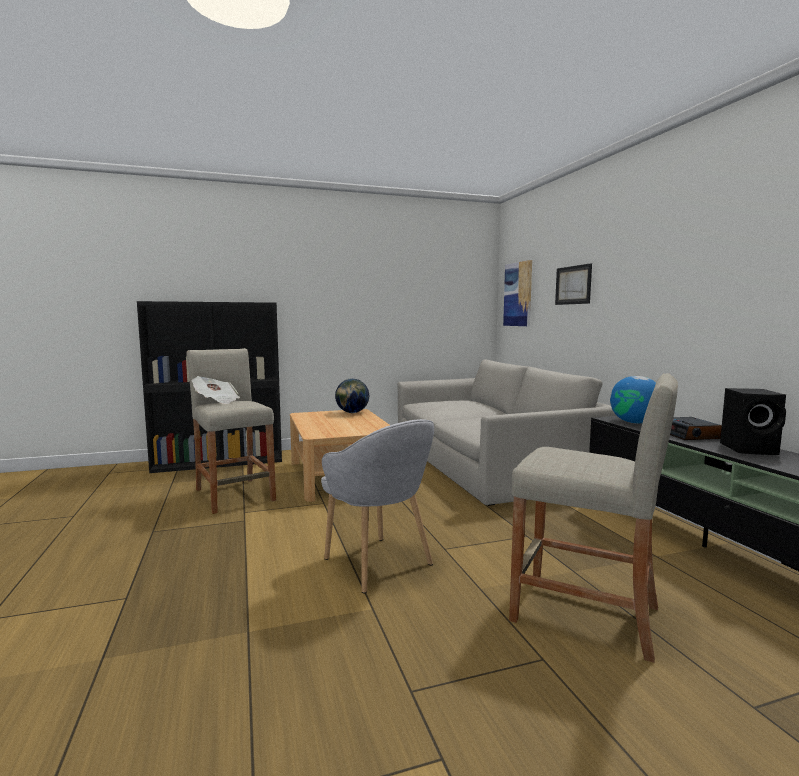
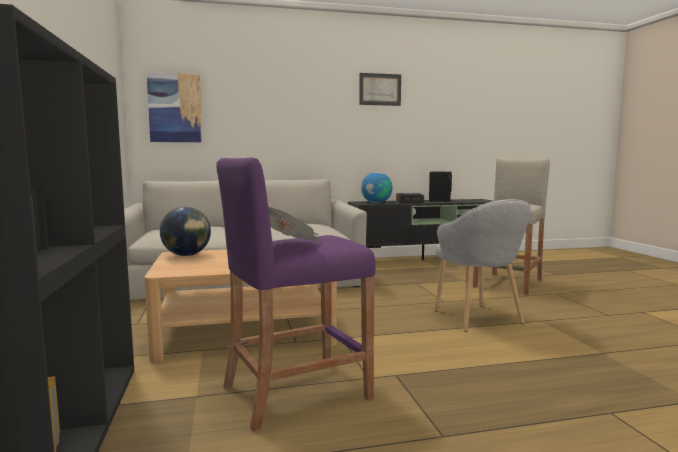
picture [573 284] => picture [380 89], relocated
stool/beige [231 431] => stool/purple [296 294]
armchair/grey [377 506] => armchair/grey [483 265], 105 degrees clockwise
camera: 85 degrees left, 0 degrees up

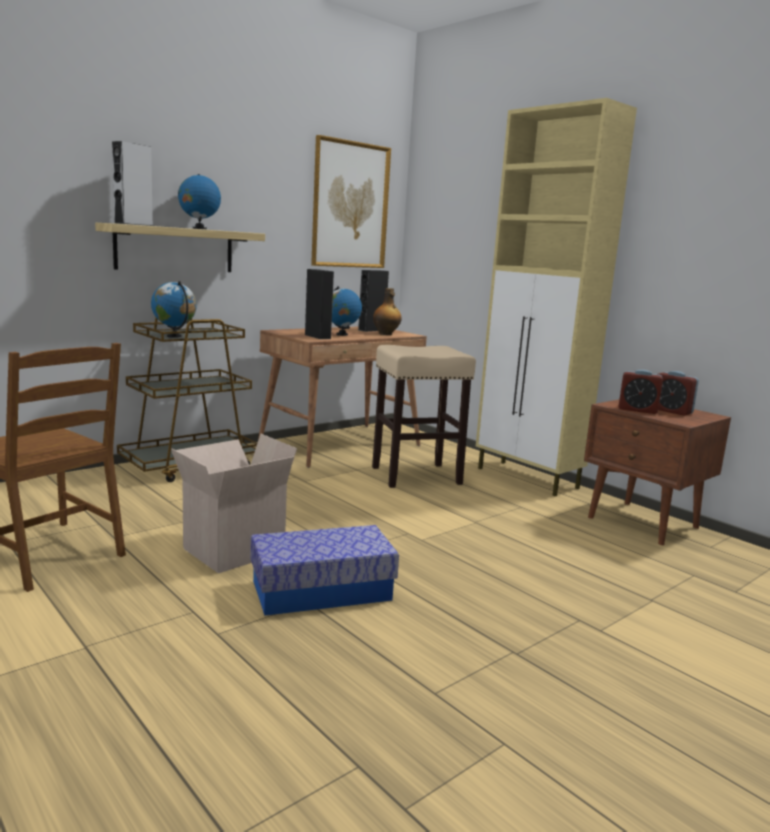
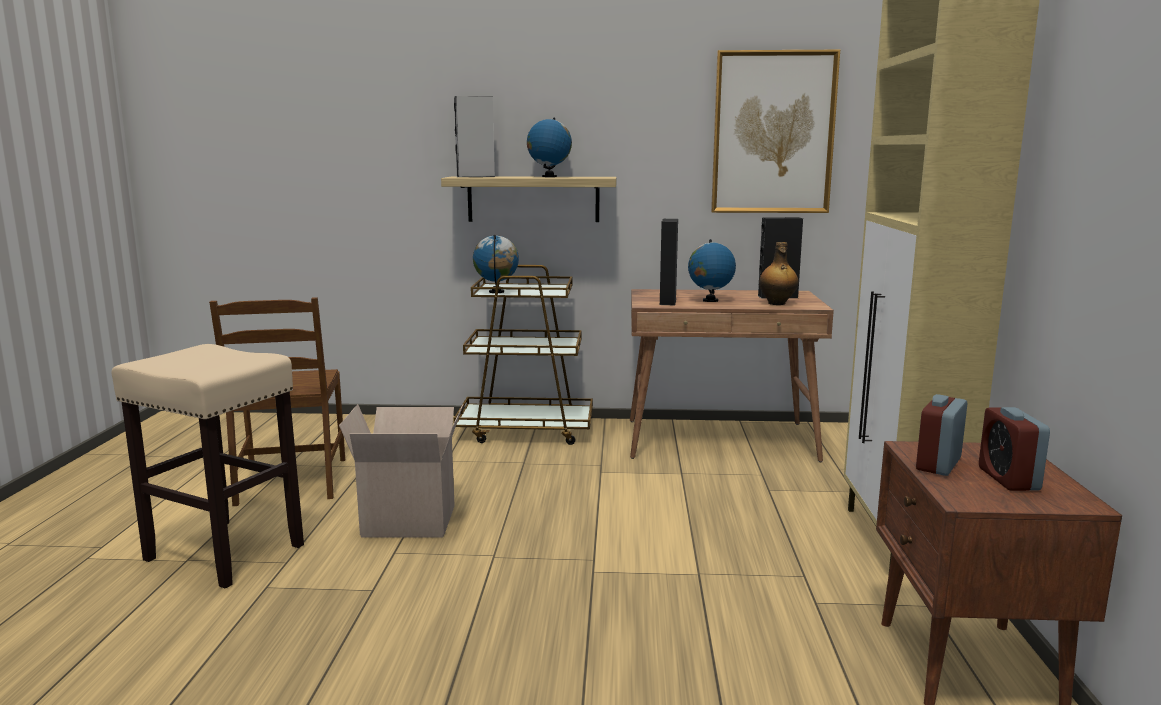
stool/beige [424 416] => stool/beige [208 466], relocated
alarm clock [640 392] => alarm clock [941 435], 60 degrees clockwise
storage box [324 570] => nothing
camera: 45 degrees right, 0 degrees up

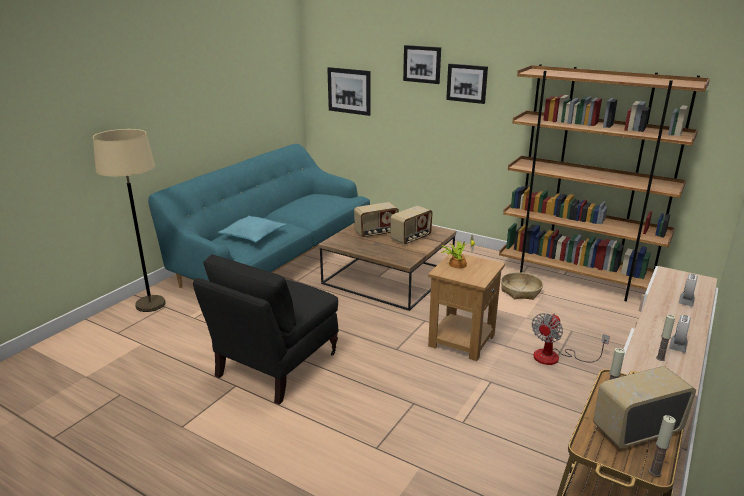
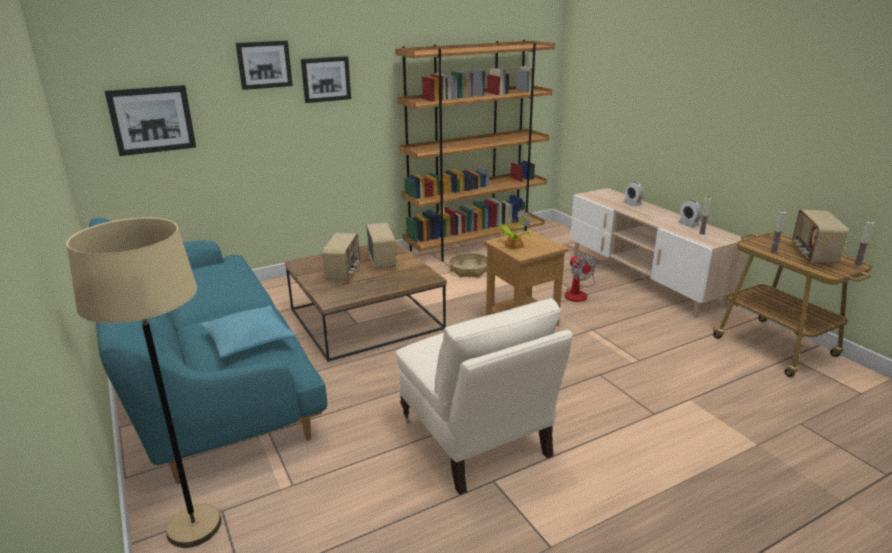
armchair/black [266 329] => armchair/beige [484 396]
camera: 60 degrees left, 0 degrees up

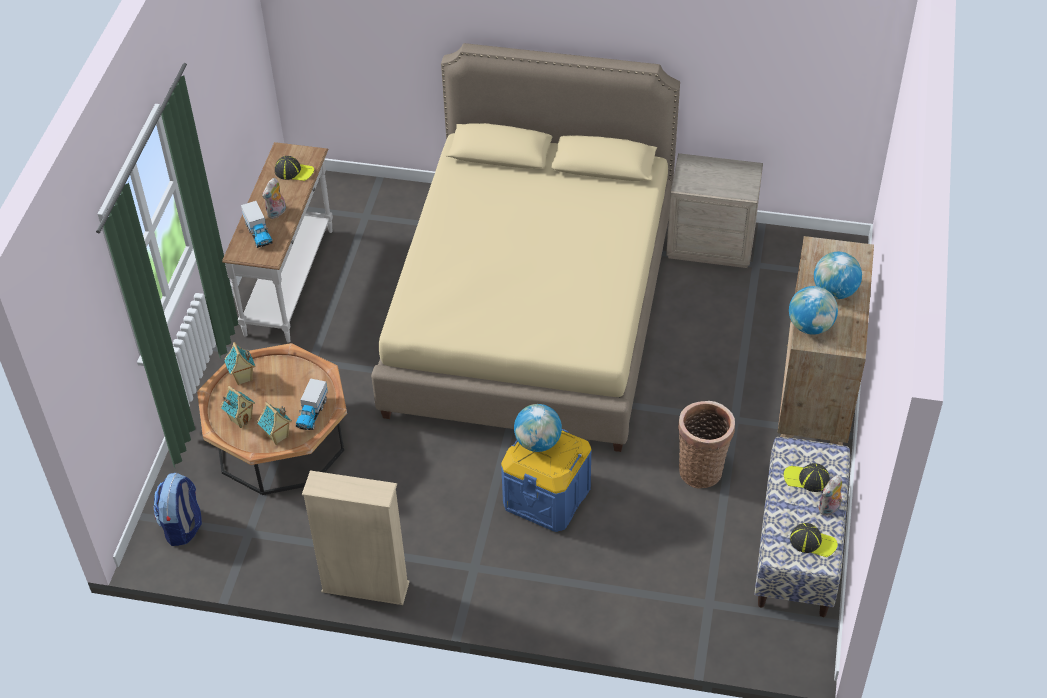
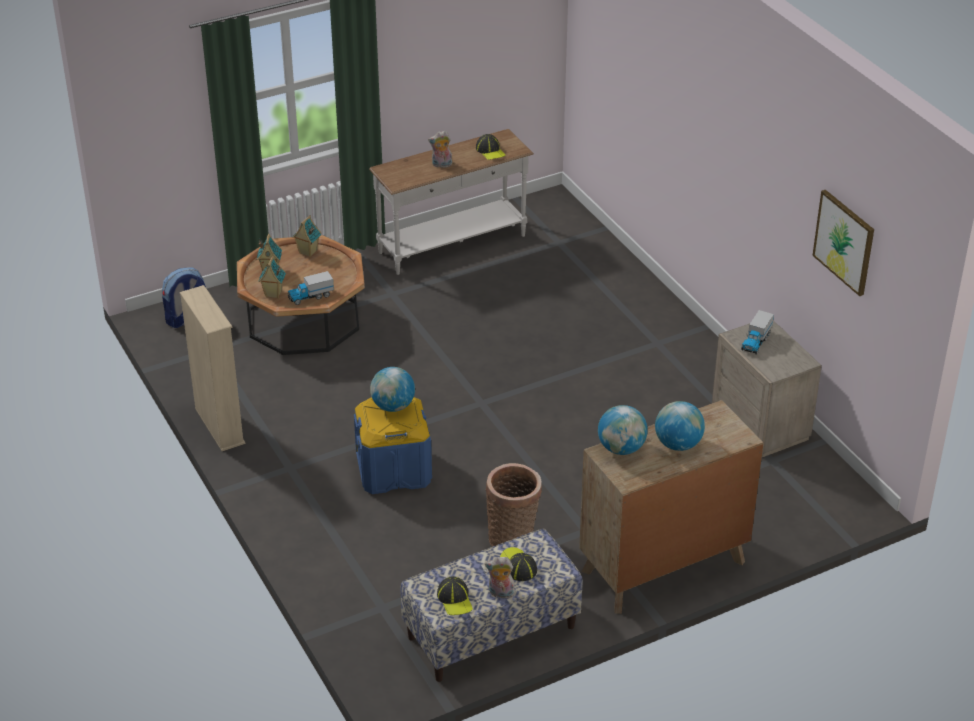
bed/beige [525 247] => nothing
toy truck [257 224] => toy truck [757 332], relocated
nothing => picture [843 243]
camera: 50 degrees right, 10 degrees down

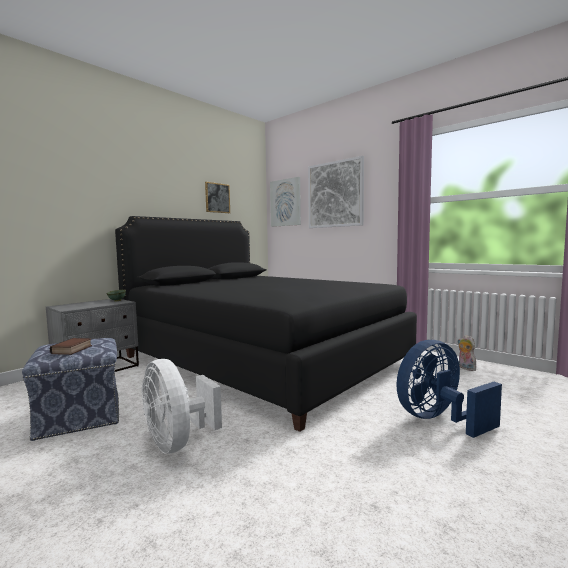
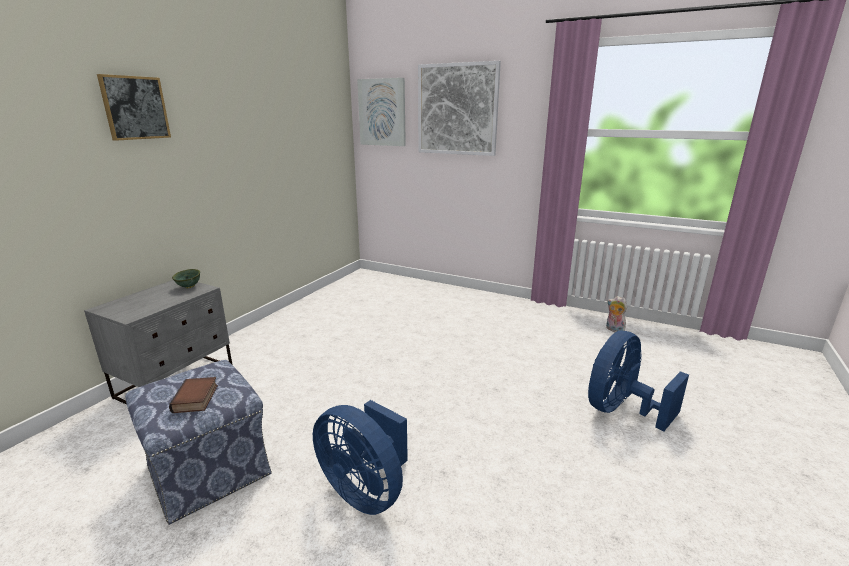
picture [217 197] => picture [134 107], relocated
bed/black [266 324] => nothing
fan/white [181 406] => fan/blue [360 457]
camera: 15 degrees left, 15 degrees up

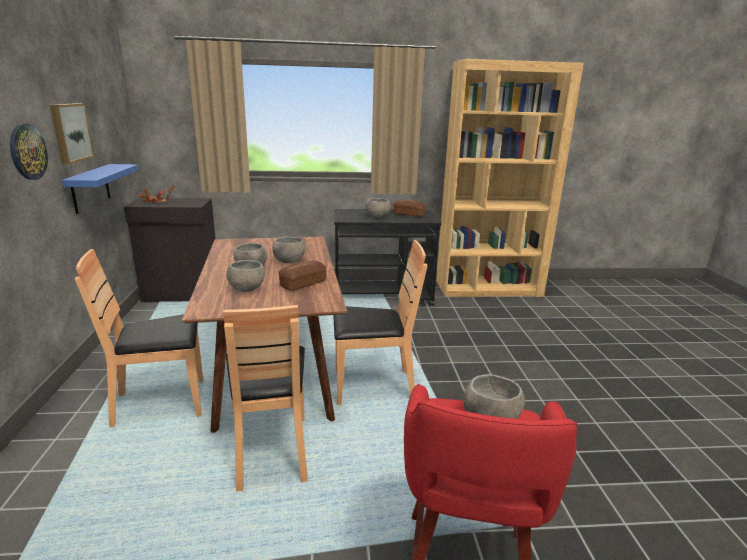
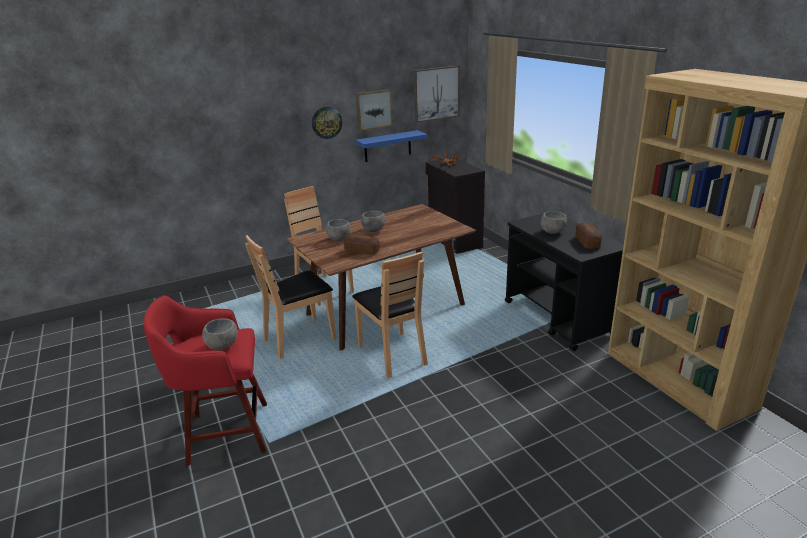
bowl/grey [288 250] => nothing
nothing => picture [437 94]
camera: 70 degrees right, 5 degrees up

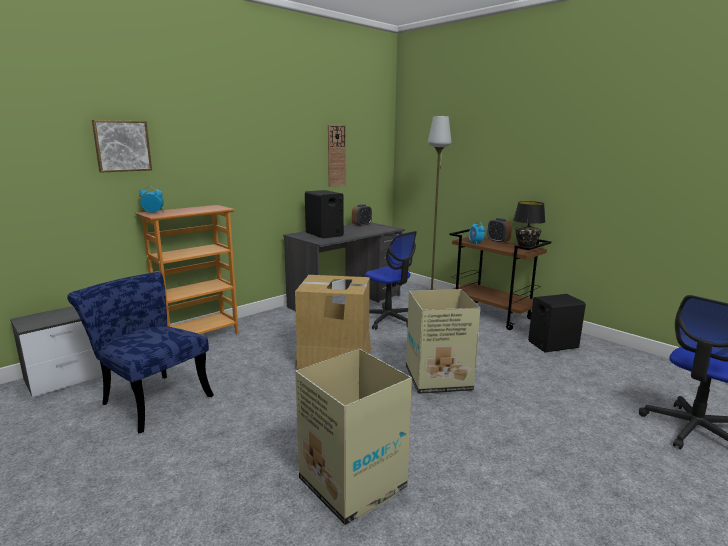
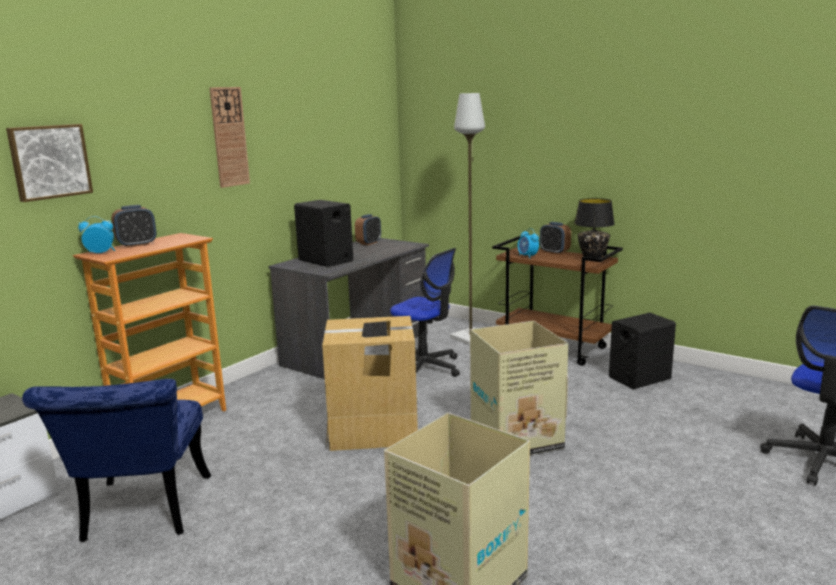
wall clock [337 156] => wall clock [230 137], relocated
chair/blue [140 352] => chair/blue [116 460], 120 degrees counterclockwise
nothing => alarm clock [133 226]
camera: 10 degrees left, 0 degrees up

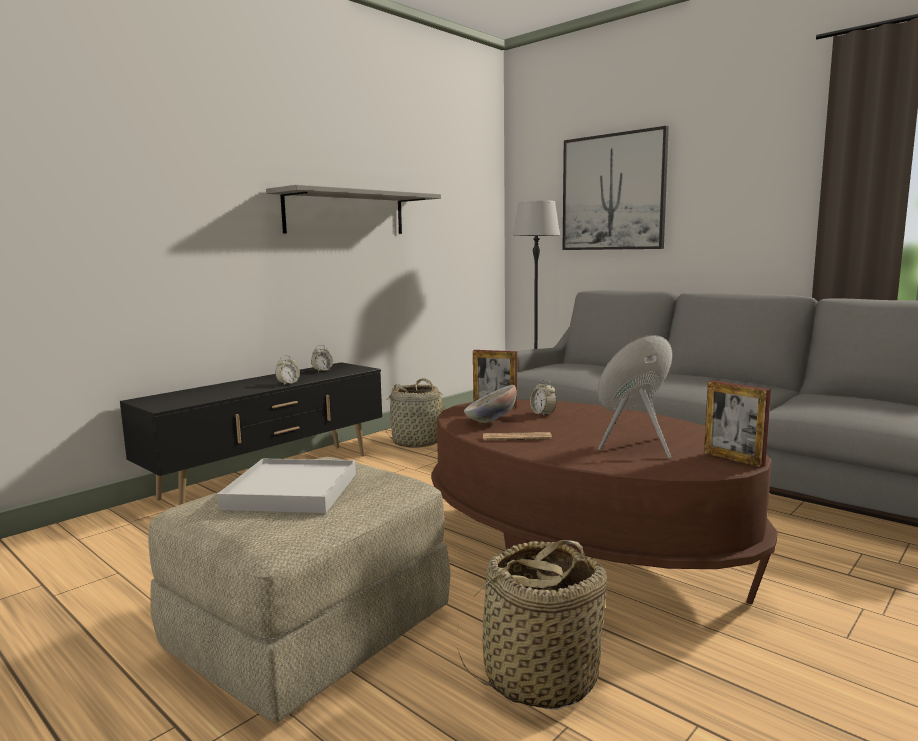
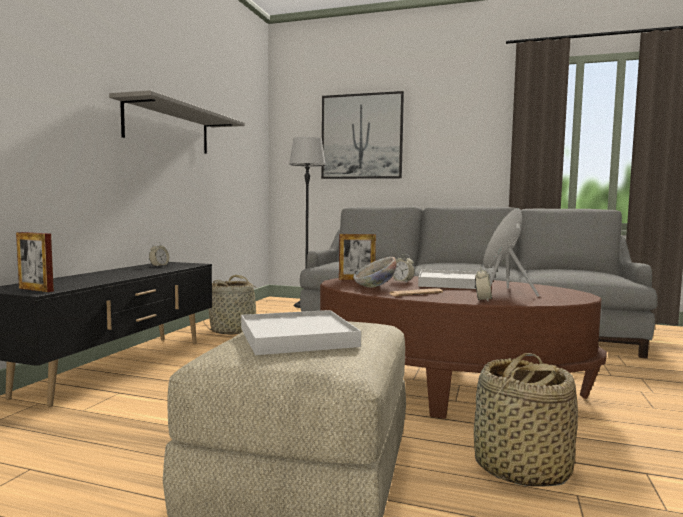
alarm clock [287 370] => alarm clock [483 283], relocated
picture frame [737 424] => picture frame [35 262], relocated
nothing => tray/white [447 279]
camera: 25 degrees left, 5 degrees down

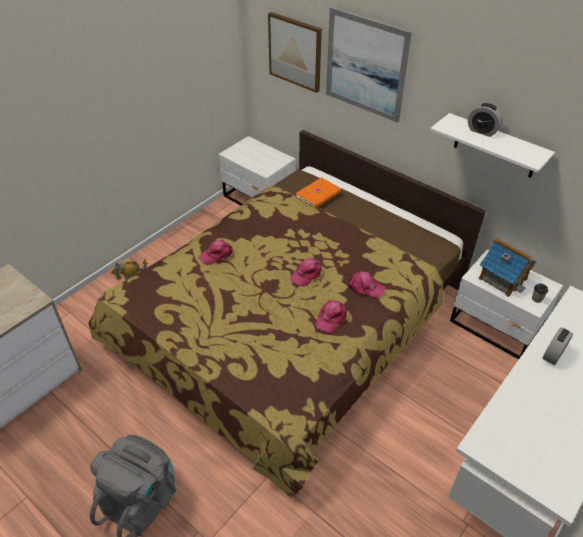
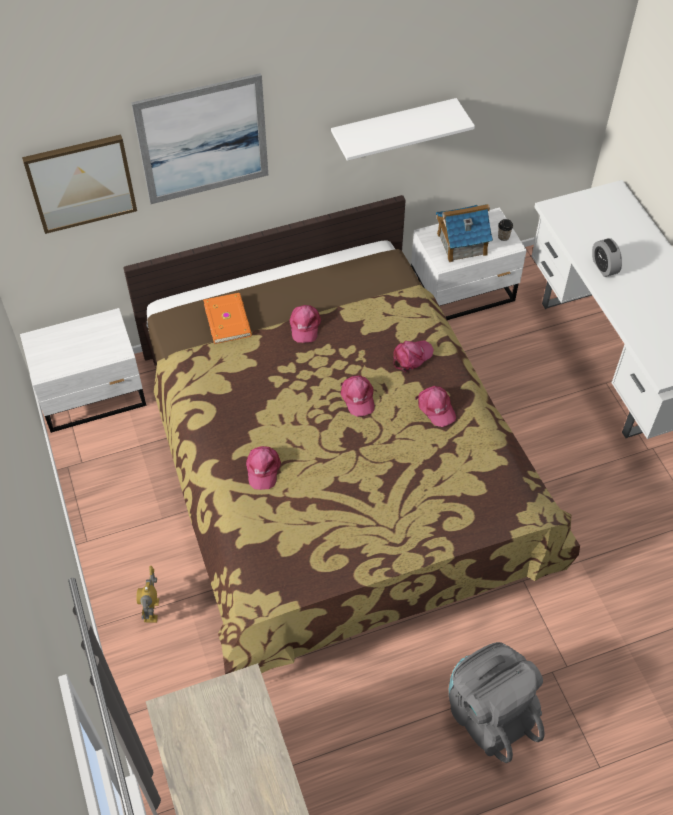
alarm clock [485 120] => nothing
nothing => cap/pink [305 324]
camera: 60 degrees left, 10 degrees up

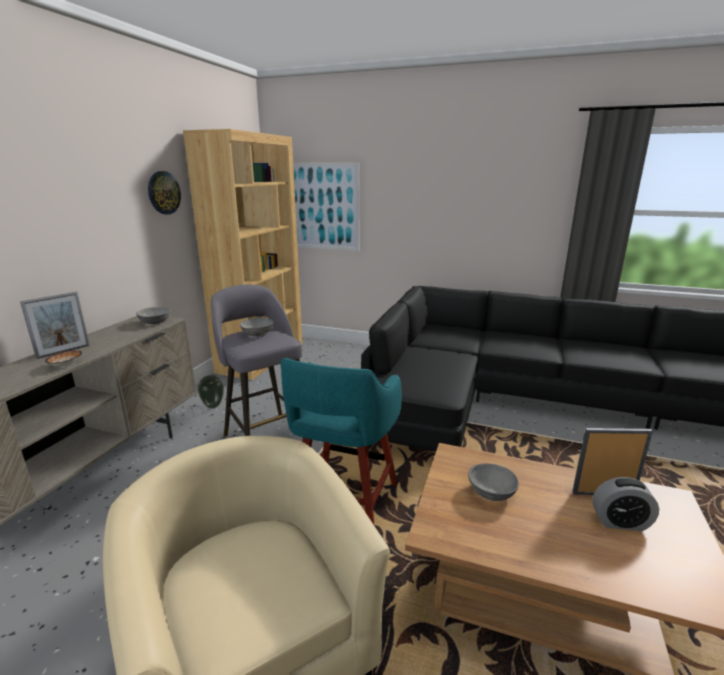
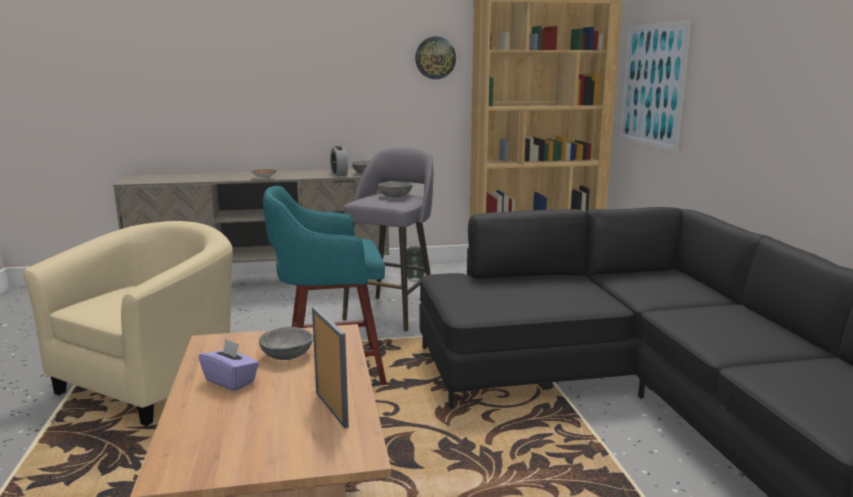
picture frame [55 325] => nothing
alarm clock [625 504] => alarm clock [339 161], relocated
nothing => tissue box/purple [229 364]
camera: 60 degrees right, 5 degrees down

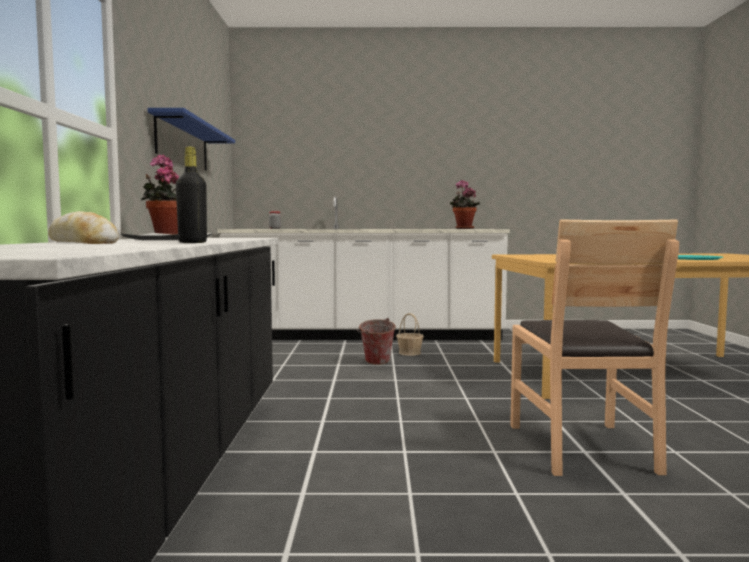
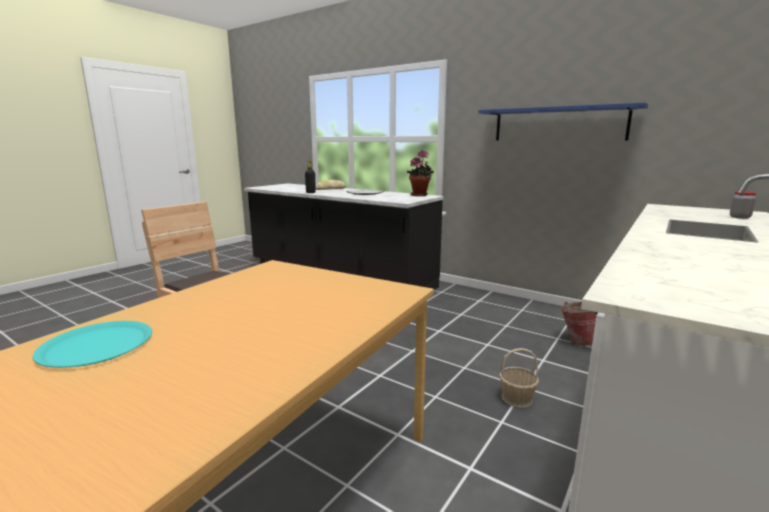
potted plant [465 204] => nothing
bucket [376 341] => bucket [578 324], relocated
camera: 125 degrees right, 10 degrees up

